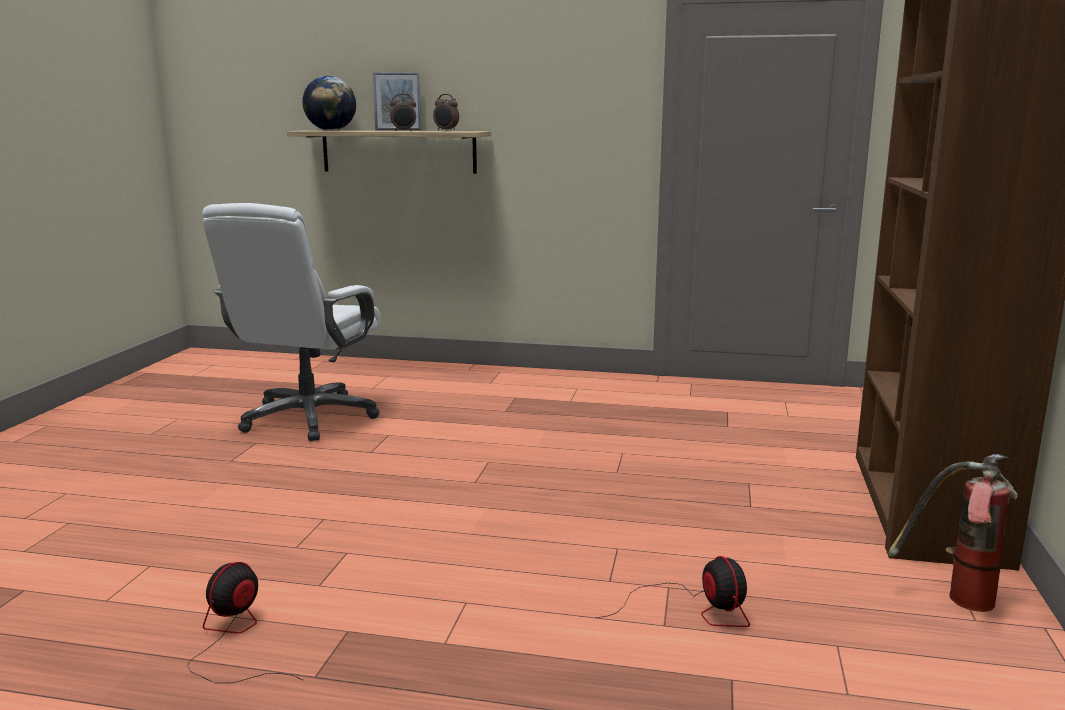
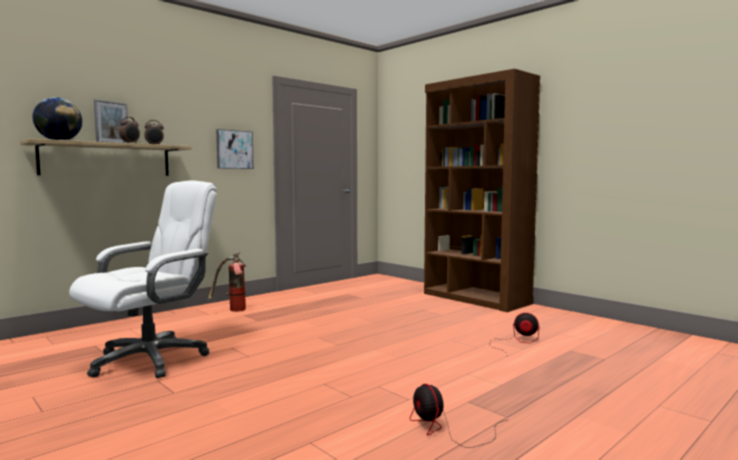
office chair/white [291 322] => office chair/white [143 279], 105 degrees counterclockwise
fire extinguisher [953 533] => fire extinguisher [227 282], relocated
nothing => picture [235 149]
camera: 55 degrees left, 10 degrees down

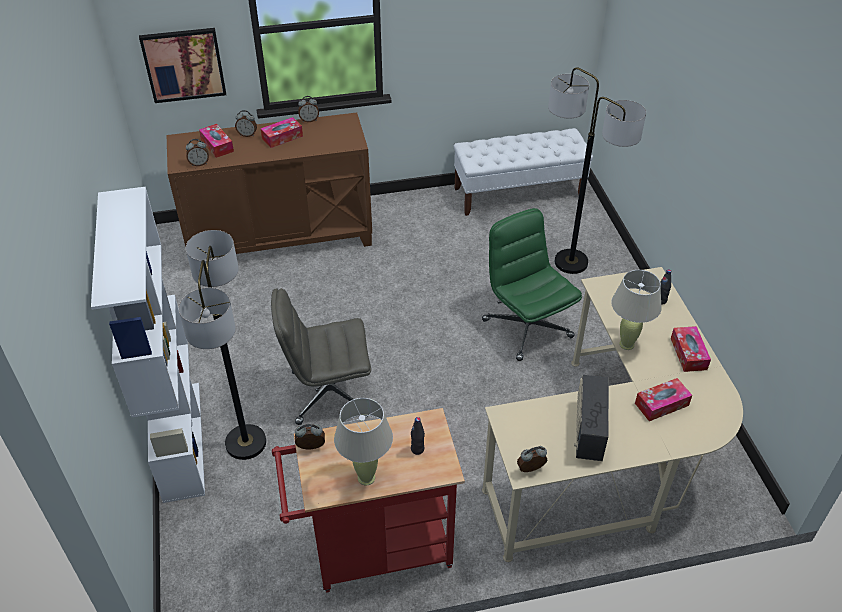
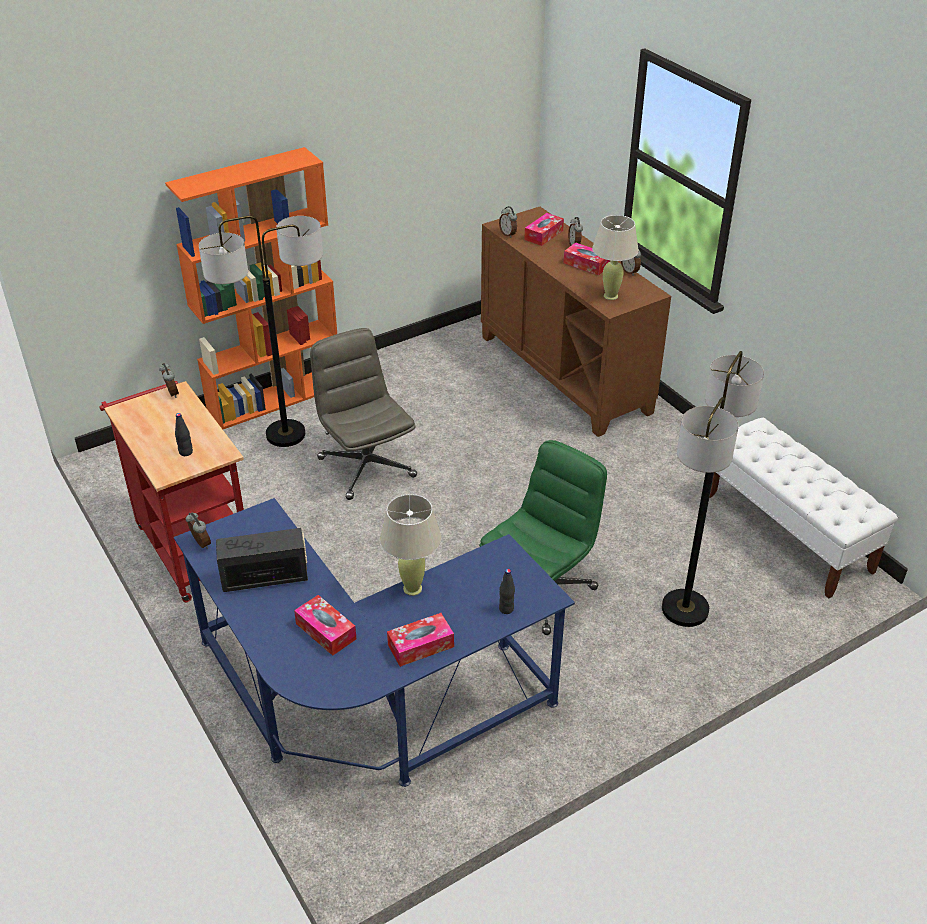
picture [182 65] => nothing
bookcase/white [148 345] => bookcase/orange [251 288]
desk/beige [612 414] => desk/blue [374 642]
table lamp/beige [363 441] => table lamp/beige [615 257], relocated
camera: 70 degrees right, 5 degrees down

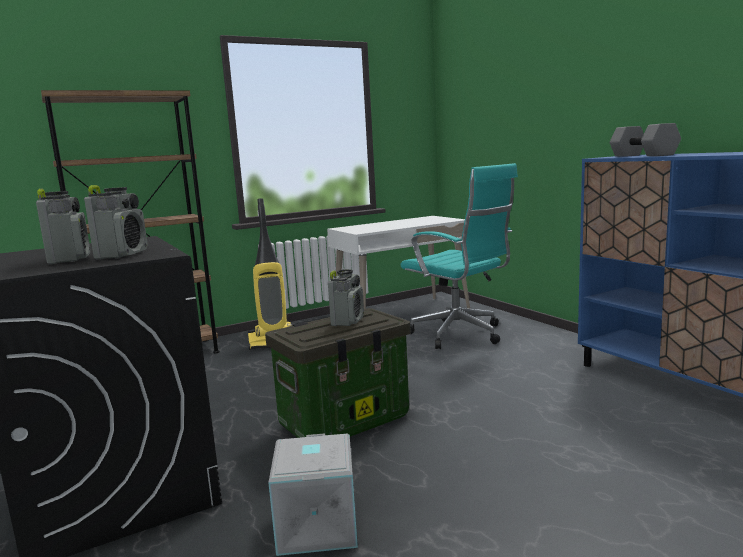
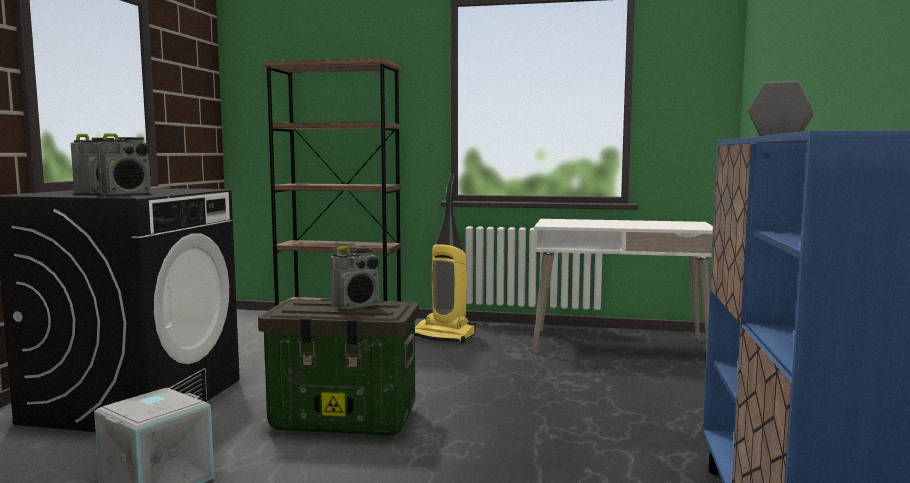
office chair/turquoise [459 256] => nothing
camera: 40 degrees right, 5 degrees down

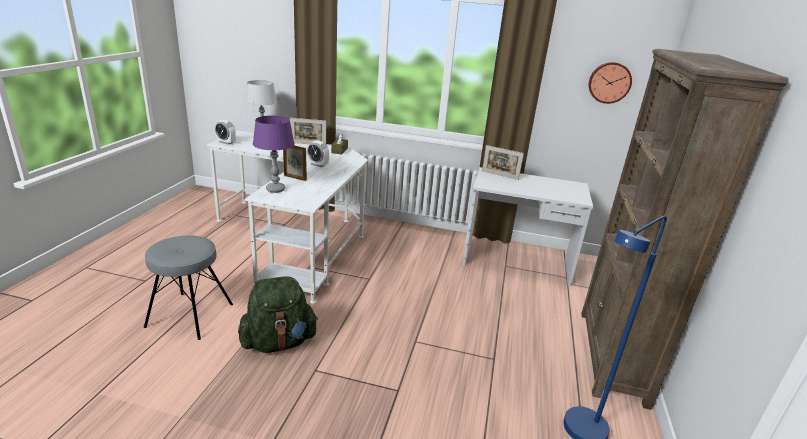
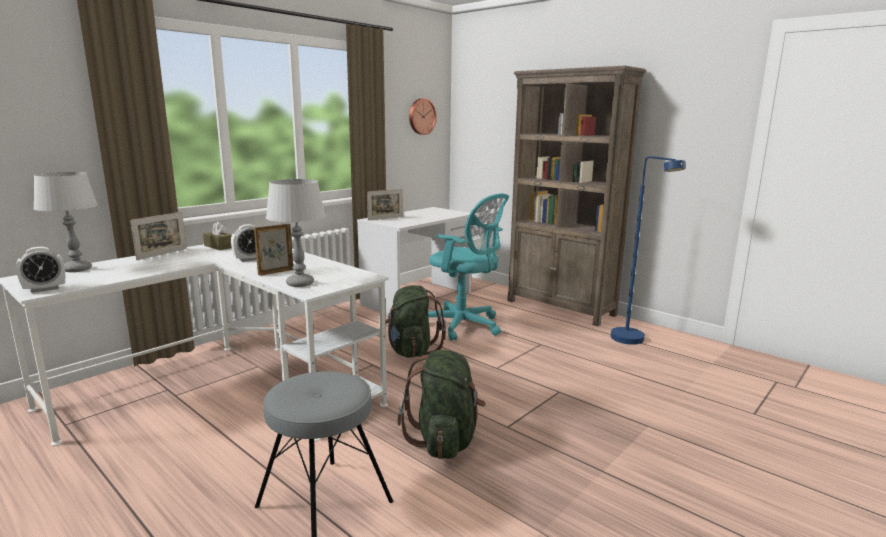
table lamp/purple [274 154] => table lamp/grey [296 233]
nothing => office chair/turquoise [468 267]
nothing => backpack/green [415 321]
camera: 60 degrees left, 10 degrees down

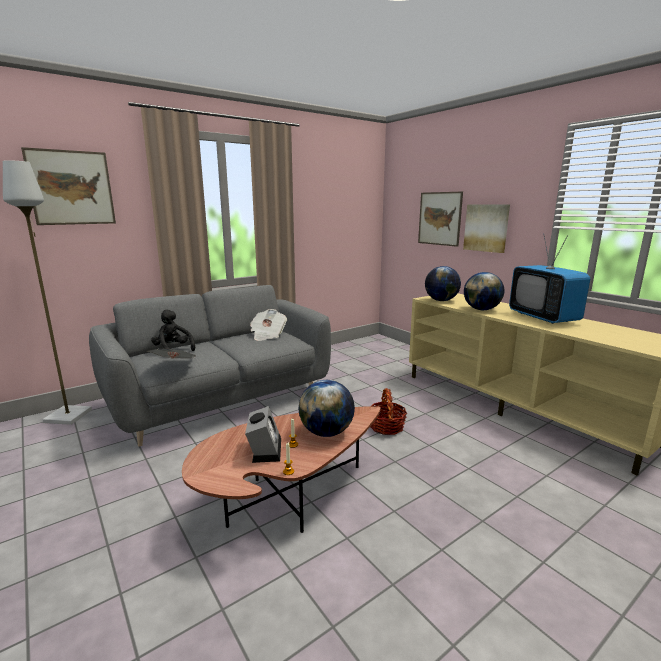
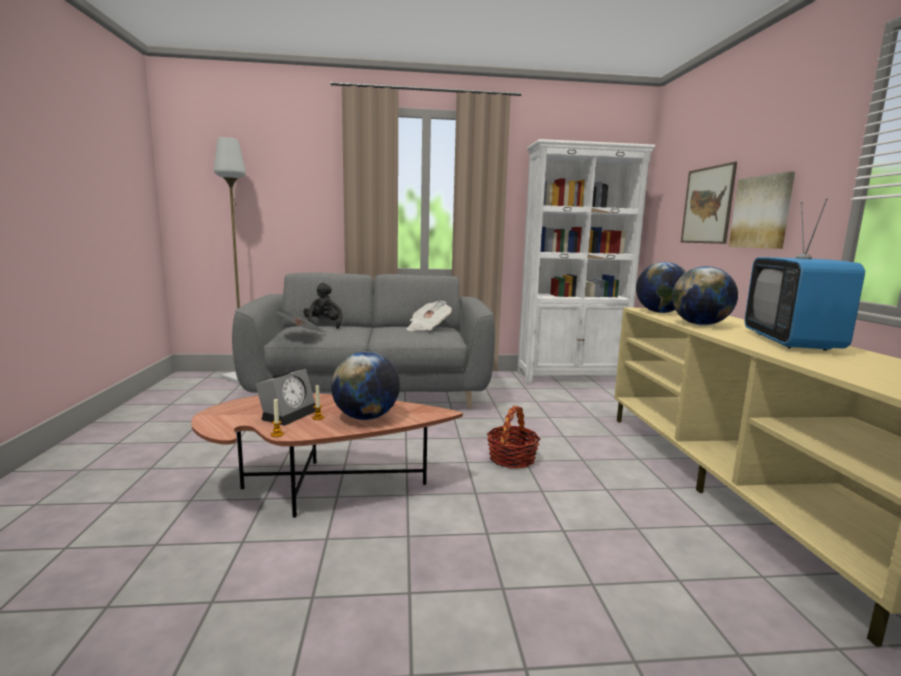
picture [68 186] => nothing
nothing => bookcase/white [586 261]
camera: 30 degrees right, 5 degrees down

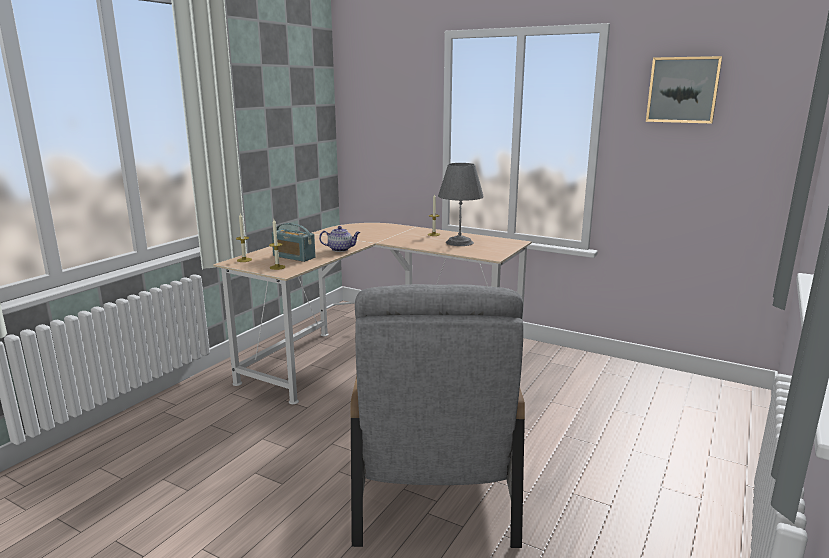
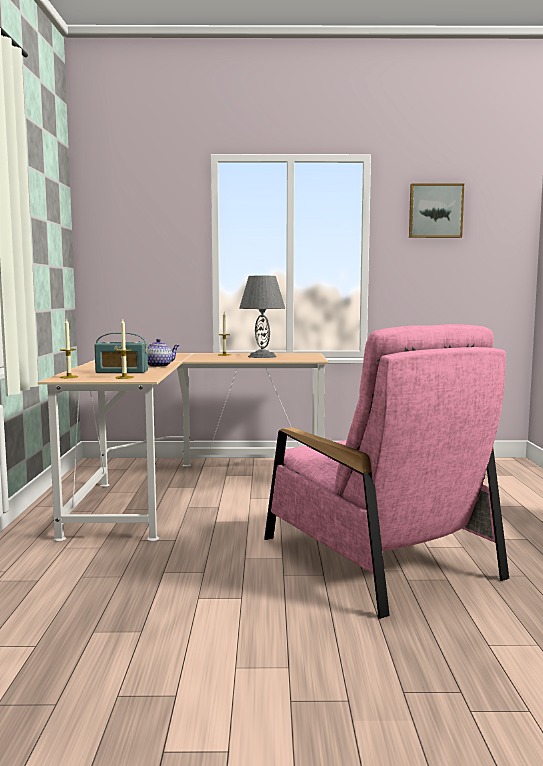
armchair/grey [438 416] => armchair/pink [386 471]
camera: 30 degrees left, 10 degrees down

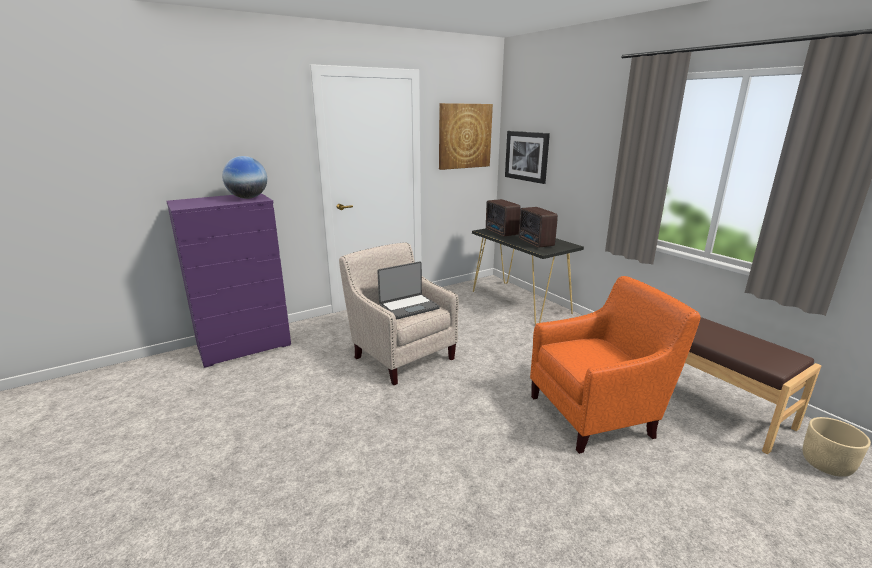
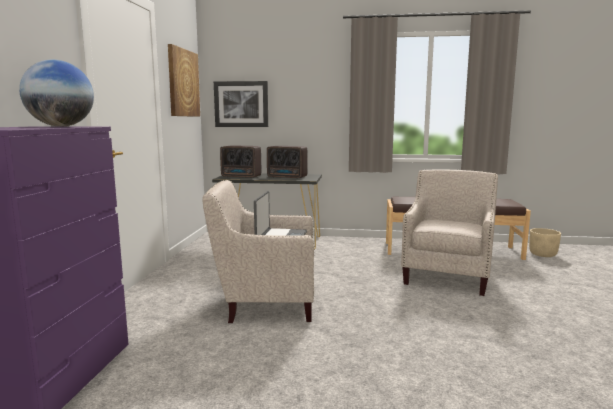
armchair/orange [615 365] => armchair/beige [449 232]
camera: 50 degrees left, 10 degrees down

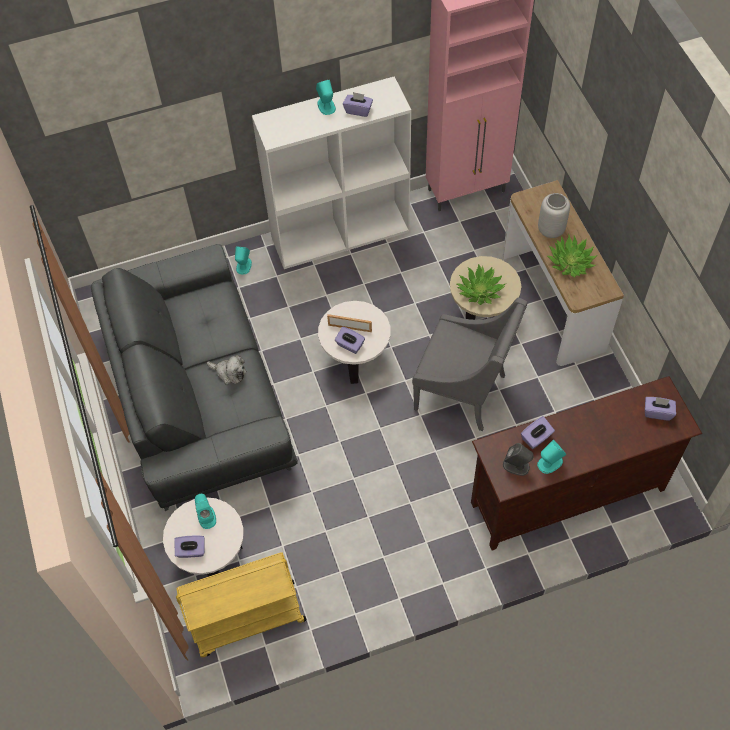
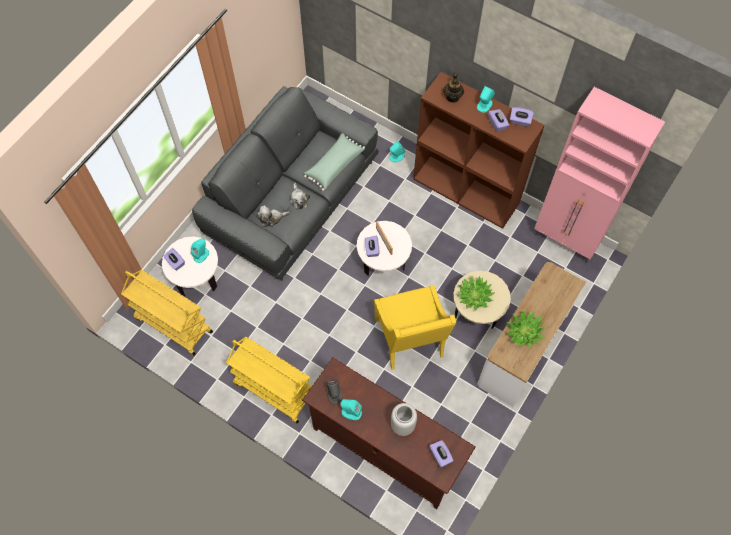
bookcase/white [331 172] => bookcase/brown [479 150]
vase/grey [554 215] => vase/grey [404 419], relocated
armchair/grey [469 364] => armchair/yellow [415 327]
tissue box/purple [538 432] => tissue box/purple [522 117], relocated
nothing => teapot [453 88]
nothing => pillow/green [334 162]
nothing => plush toy [273 216]
nothing => cart/yellow [269 380]
camera: 50 degrees right, 5 degrees up

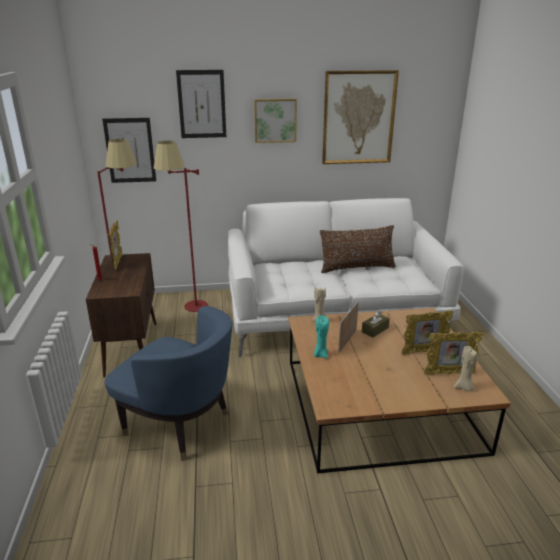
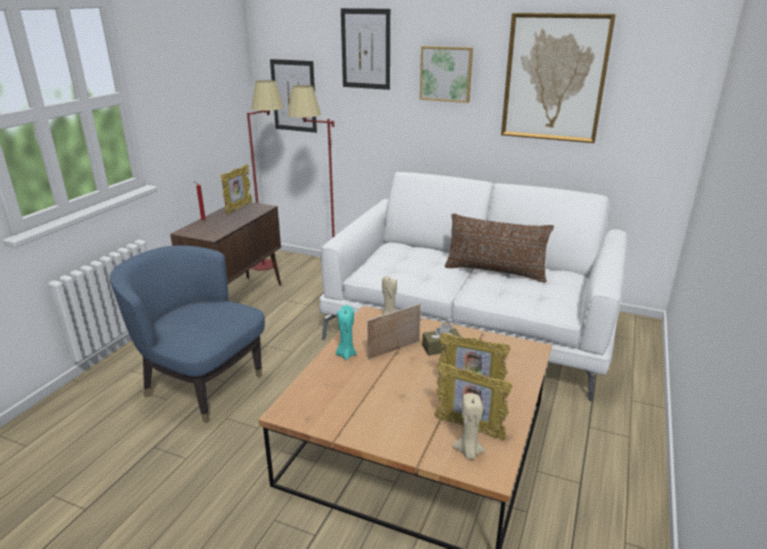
armchair/blue [168 383] => armchair/blue [187 333], 150 degrees clockwise
camera: 30 degrees right, 0 degrees up

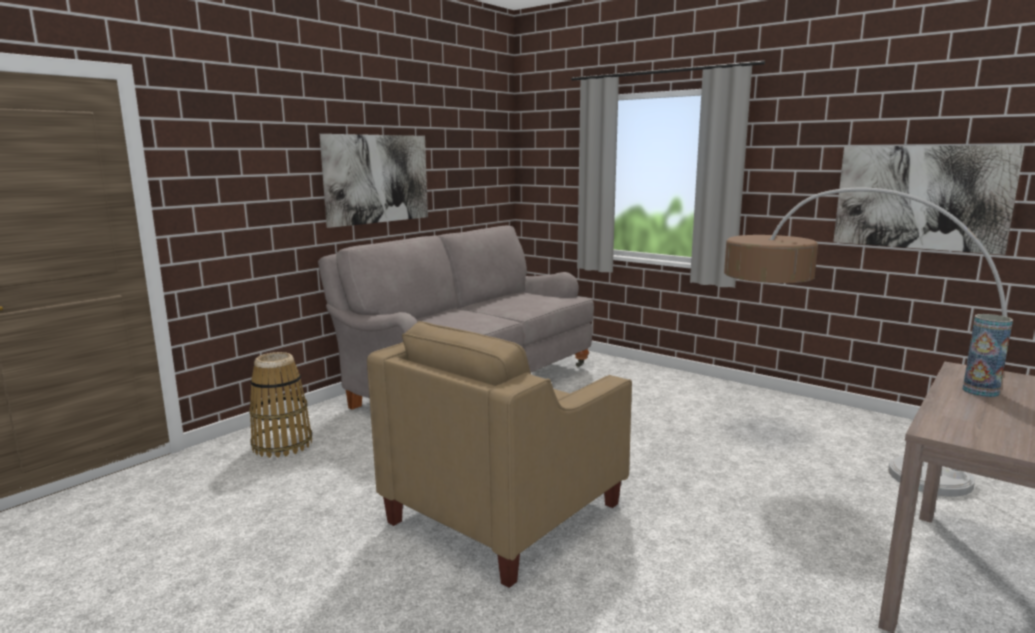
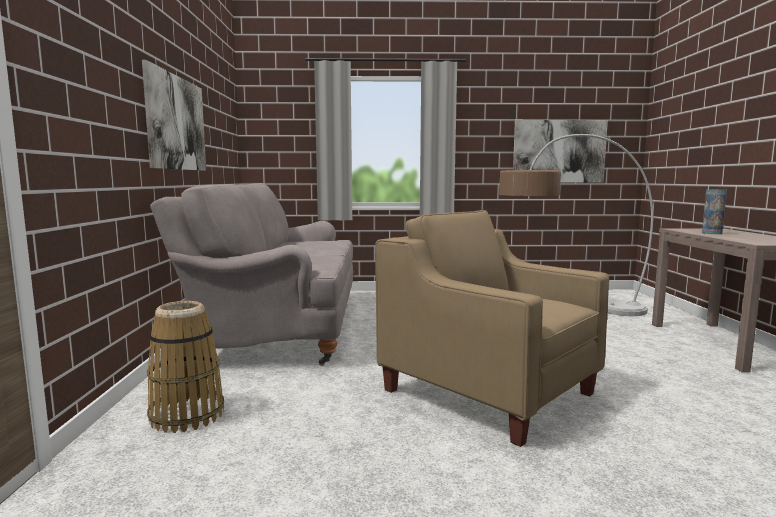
armchair/beige [499 454] => armchair/beige [492 328], 135 degrees clockwise
camera: 40 degrees left, 5 degrees down

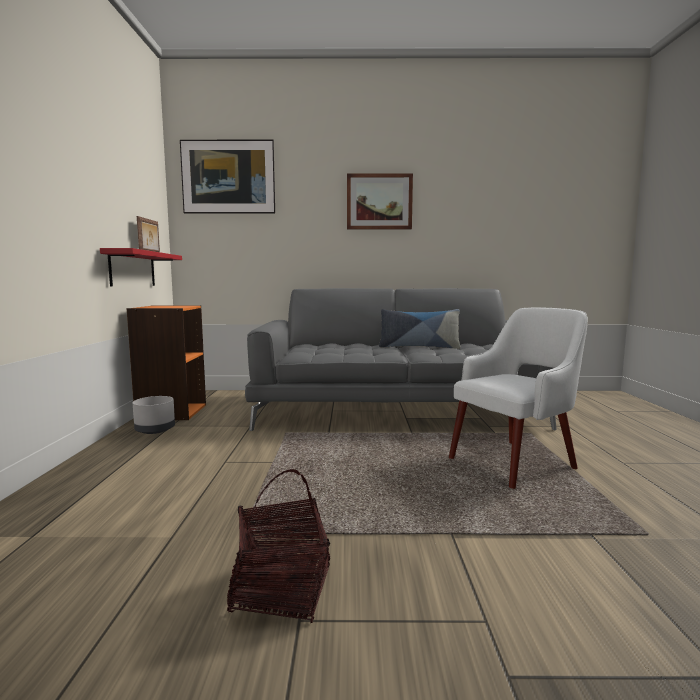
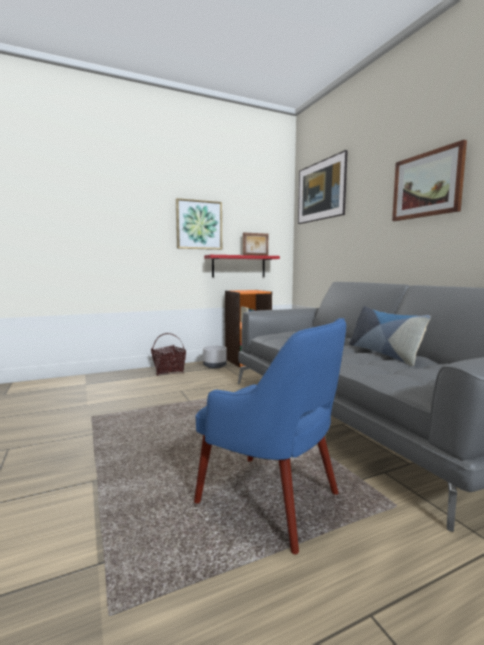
armchair/white [518 398] => armchair/blue [270 436]
basket [278 546] => basket [168 354], relocated
nothing => picture [199 224]
camera: 65 degrees right, 0 degrees up

